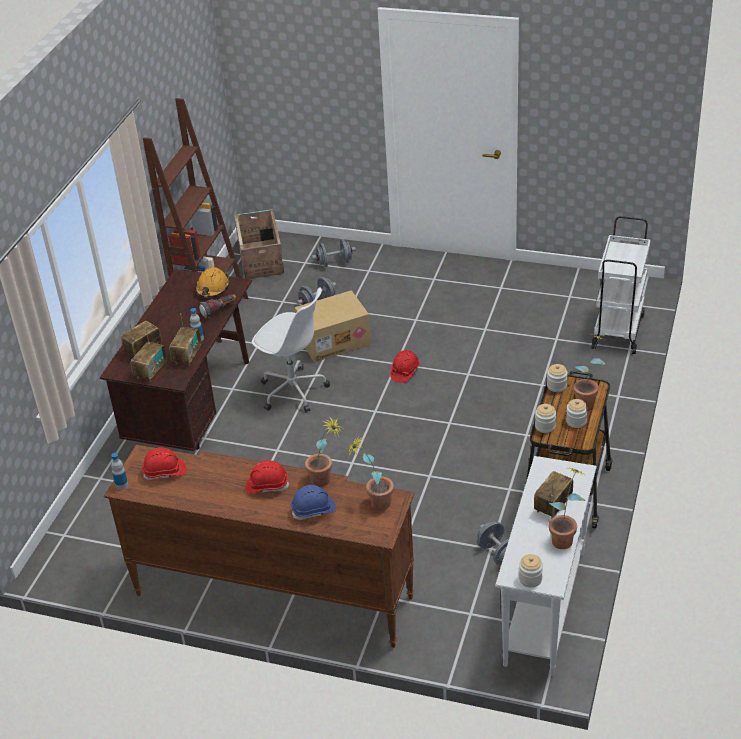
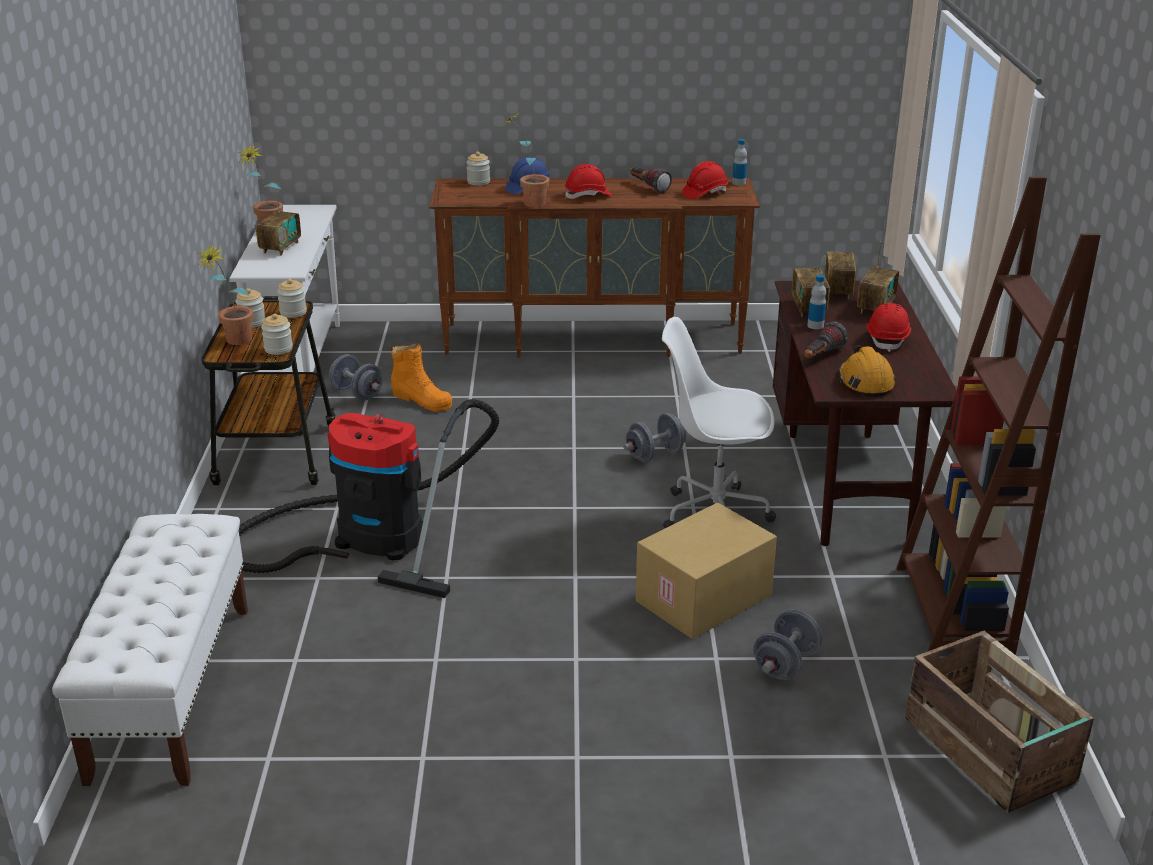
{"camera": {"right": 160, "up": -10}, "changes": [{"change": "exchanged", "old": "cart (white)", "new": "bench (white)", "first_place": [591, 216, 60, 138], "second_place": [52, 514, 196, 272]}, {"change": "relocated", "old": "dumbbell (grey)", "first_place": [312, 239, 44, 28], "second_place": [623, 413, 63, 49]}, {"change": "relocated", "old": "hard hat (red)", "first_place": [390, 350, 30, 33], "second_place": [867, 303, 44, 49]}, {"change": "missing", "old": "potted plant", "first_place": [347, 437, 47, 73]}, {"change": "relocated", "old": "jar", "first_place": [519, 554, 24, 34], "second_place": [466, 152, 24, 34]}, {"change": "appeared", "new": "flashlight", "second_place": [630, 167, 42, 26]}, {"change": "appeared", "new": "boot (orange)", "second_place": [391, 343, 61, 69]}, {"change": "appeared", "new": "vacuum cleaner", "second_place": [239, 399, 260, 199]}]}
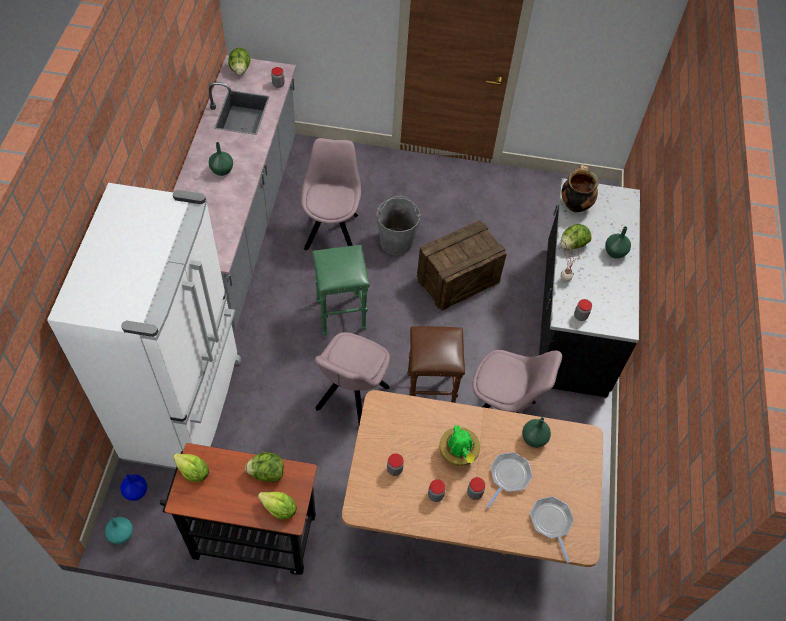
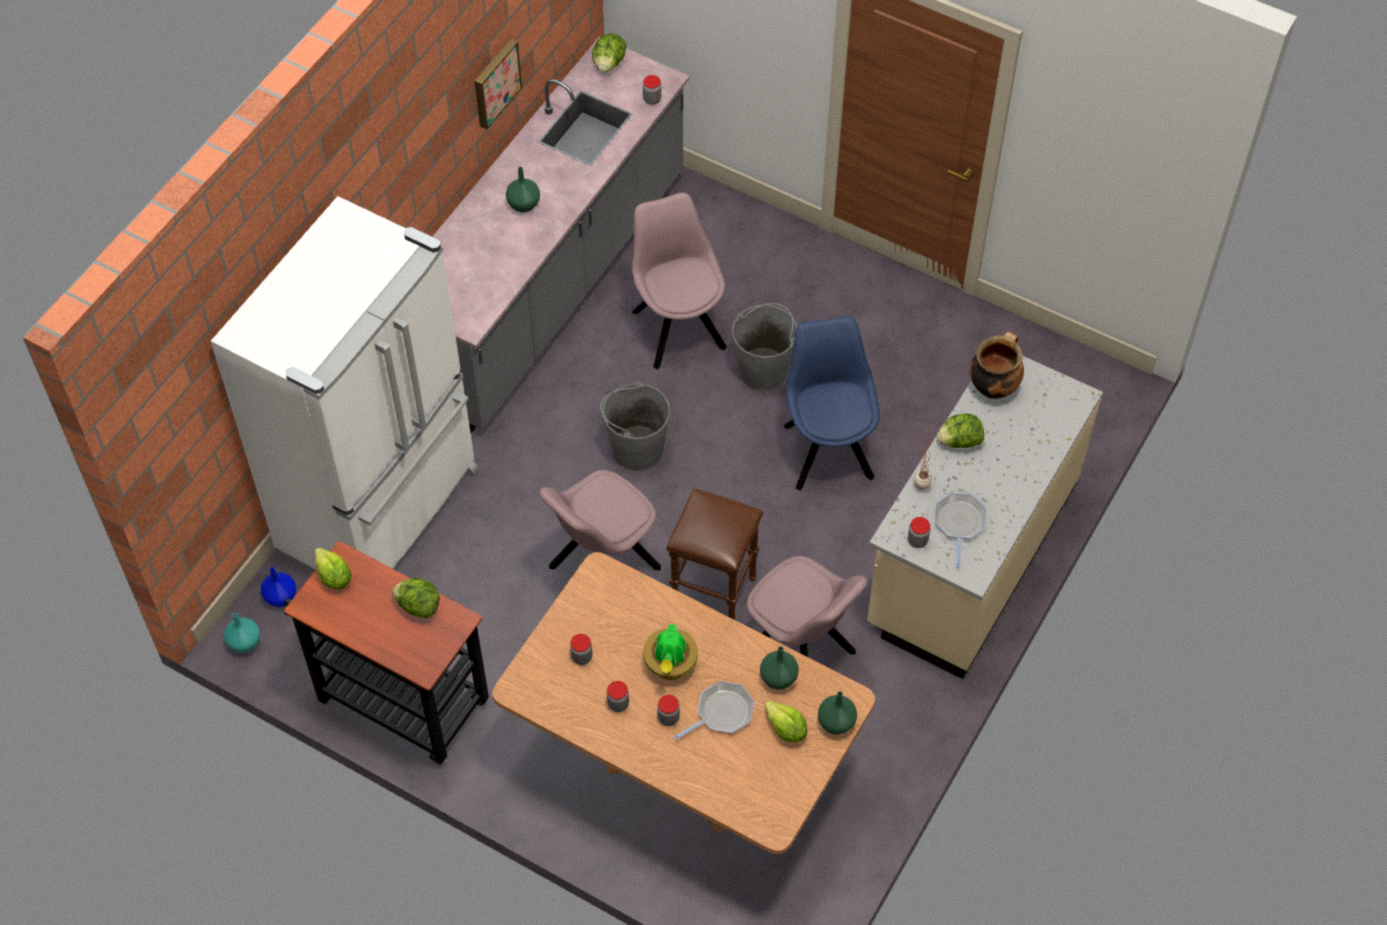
{"camera": {"right": 25, "up": 0}, "changes": [{"change": "spun", "old": "chair (pink)", "first_place": [301, 138, 60, 113], "second_place": [632, 193, 95, 176], "degrees": -45}, {"change": "colour", "old": "counter (black)", "new": "counter (beige)", "first_place": [539, 178, 101, 219], "second_place": [867, 356, 236, 323]}, {"change": "exchanged", "old": "crate", "new": "chair (blue)", "first_place": [417, 220, 90, 91], "second_place": [783, 316, 97, 175]}, {"change": "relocated", "old": "vase (green)", "first_place": [605, 226, 26, 33], "second_place": [818, 691, 39, 44]}, {"change": "exchanged", "old": "stool (green)", "new": "bucket (grey)", "first_place": [312, 245, 58, 91], "second_place": [600, 382, 70, 89]}, {"change": "relocated", "old": "lettuce", "first_place": [258, 492, 39, 27], "second_place": [764, 701, 44, 42]}, {"change": "relocated", "old": "frying pan", "first_place": [530, 496, 44, 67], "second_place": [934, 493, 53, 75]}, {"change": "appeared", "new": "picture", "second_place": [475, 39, 47, 91]}]}
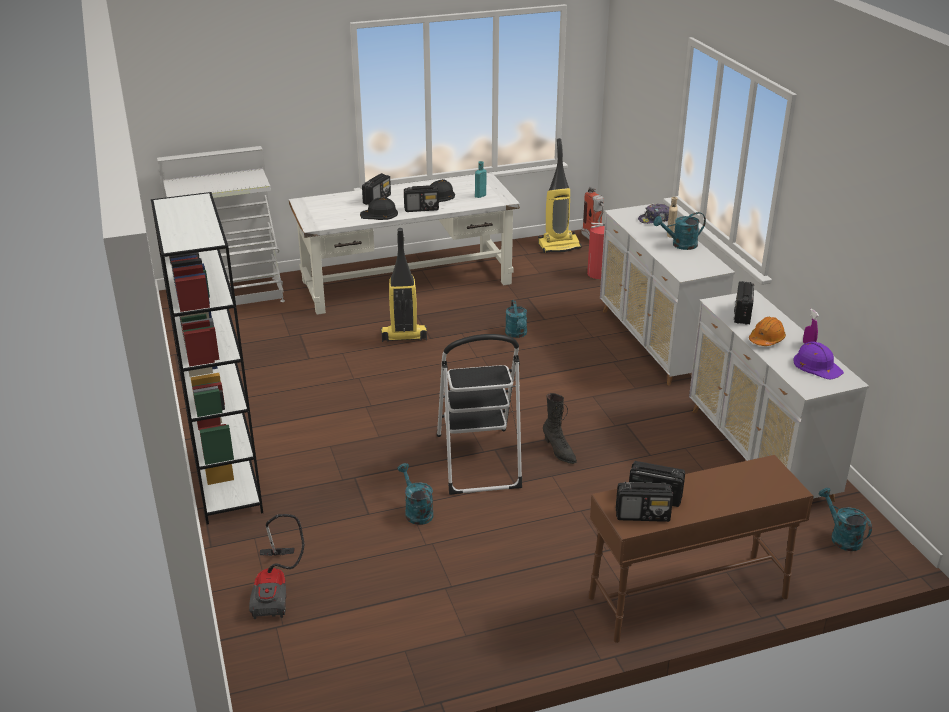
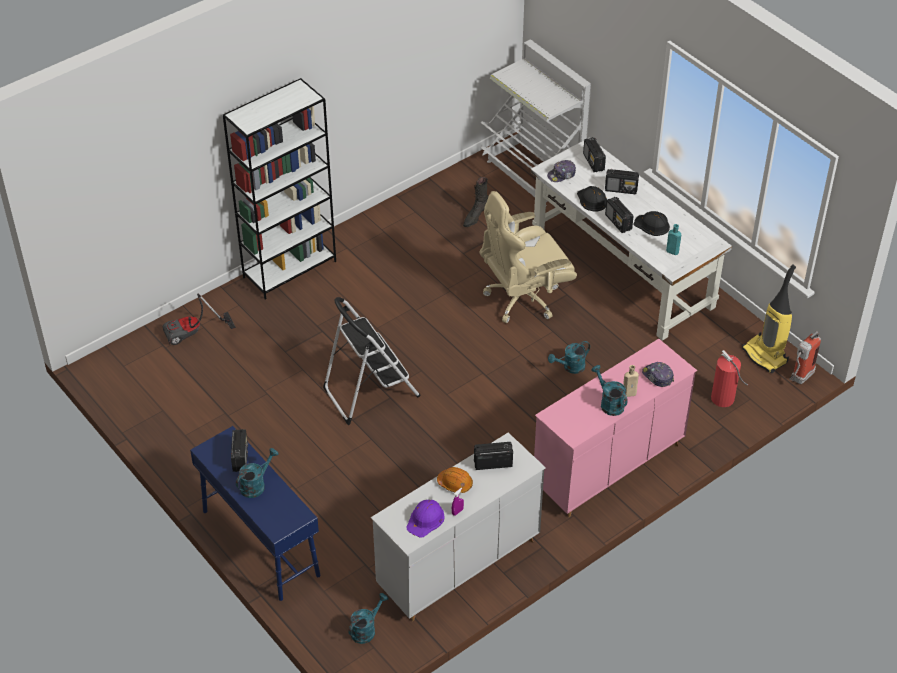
{"camera": {"right": 70, "up": 15}, "changes": [{"change": "colour", "old": "cabinet (white)", "new": "cabinet (pink)", "first_place": [600, 204, 135, 182], "second_place": [534, 339, 163, 179]}, {"change": "exchanged", "old": "vacuum cleaner", "new": "office chair (beige)", "first_place": [381, 228, 46, 114], "second_place": [480, 191, 97, 132]}, {"change": "relocated", "old": "boot (black)", "first_place": [543, 393, 34, 71], "second_place": [463, 177, 26, 50]}, {"change": "colour", "old": "console table (brown)", "new": "console table (blue)", "first_place": [588, 455, 226, 188], "second_place": [190, 426, 131, 175]}, {"change": "relocated", "old": "watering can (turquoise)", "first_place": [397, 463, 37, 62], "second_place": [236, 448, 43, 50]}, {"change": "relocated", "old": "radio", "first_place": [616, 481, 57, 41], "second_place": [583, 137, 23, 35]}, {"change": "appeared", "new": "cap", "second_place": [547, 160, 29, 22]}]}
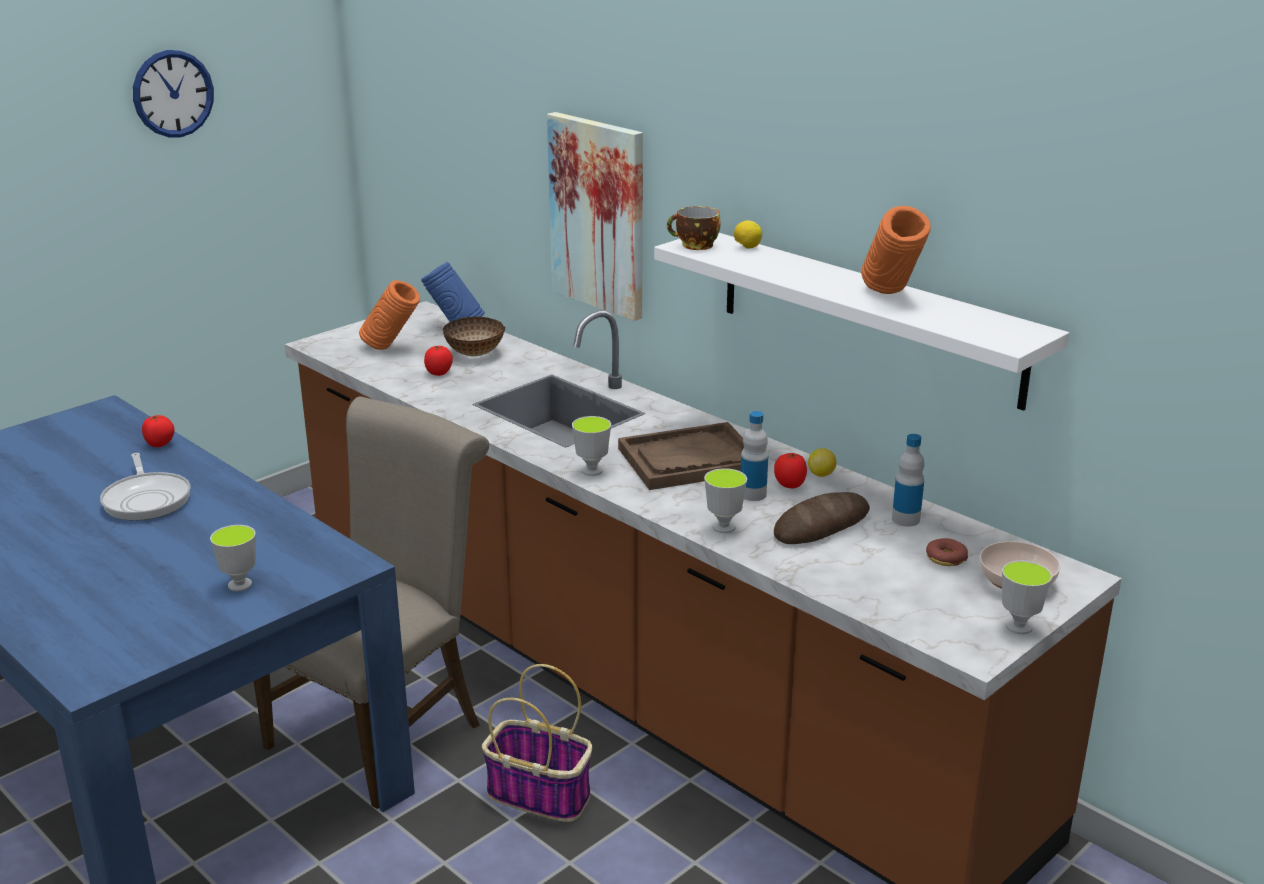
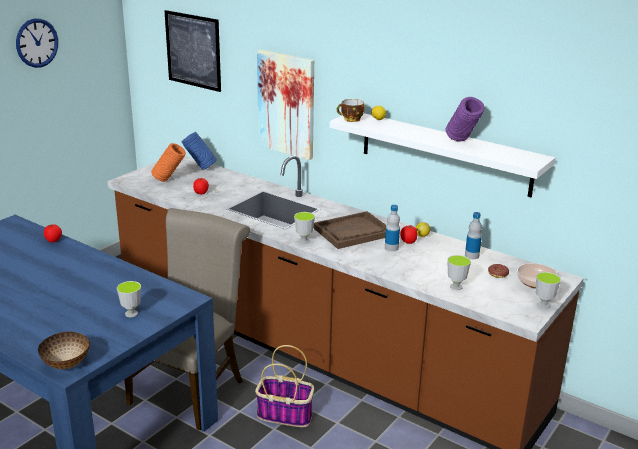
{"camera": {"right": -10, "up": 0}, "changes": [{"change": "colour", "old": "vase (orange)", "new": "vase (purple)", "first_place": [861, 206, 70, 88], "second_place": [446, 97, 38, 45]}, {"change": "relocated", "old": "bowl", "first_place": [443, 317, 62, 40], "second_place": [38, 332, 52, 37]}, {"change": "missing", "old": "frying pan", "first_place": [100, 453, 91, 68]}, {"change": "relocated", "old": "cup", "first_place": [704, 468, 43, 65], "second_place": [447, 255, 24, 35]}, {"change": "missing", "old": "bread", "first_place": [774, 492, 96, 52]}, {"change": "appeared", "new": "picture", "second_place": [165, 10, 56, 82]}]}
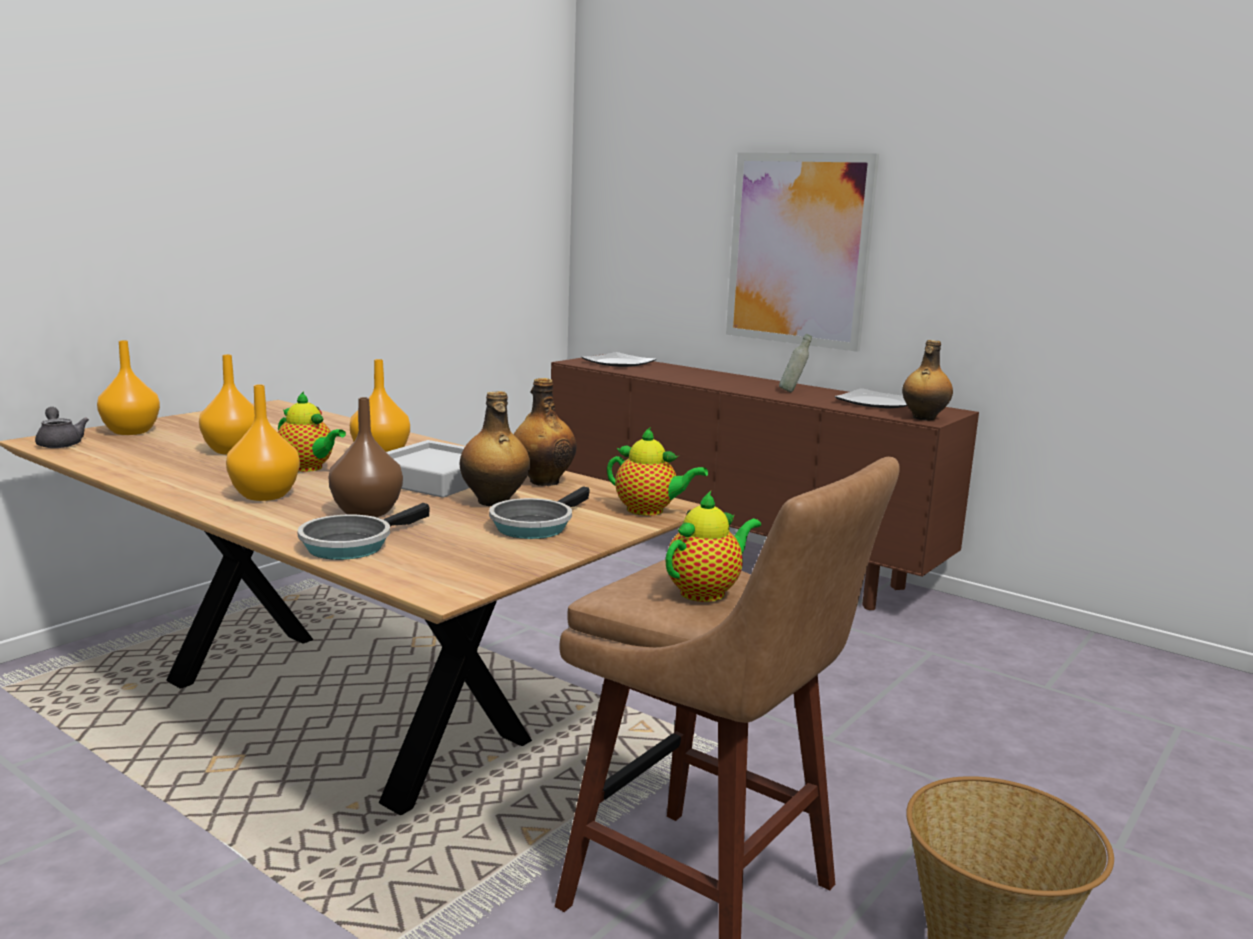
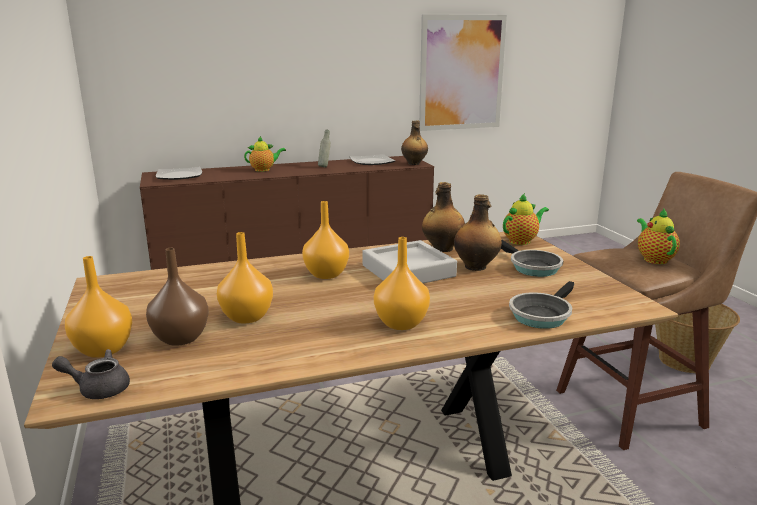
{"camera": {"right": -55, "up": 5}, "changes": [{"change": "relocated", "old": "picture", "first_place": [726, 152, 153, 200], "second_place": [419, 14, 88, 117]}, {"change": "relocated", "old": "teapot", "first_place": [278, 391, 68, 81], "second_place": [244, 136, 42, 36]}, {"change": "relocated", "old": "vase (brown)", "first_place": [329, 397, 74, 120], "second_place": [146, 248, 63, 98]}, {"change": "spun", "old": "frying pan", "first_place": [298, 503, 132, 57], "second_place": [509, 281, 65, 48], "degrees": 60}]}
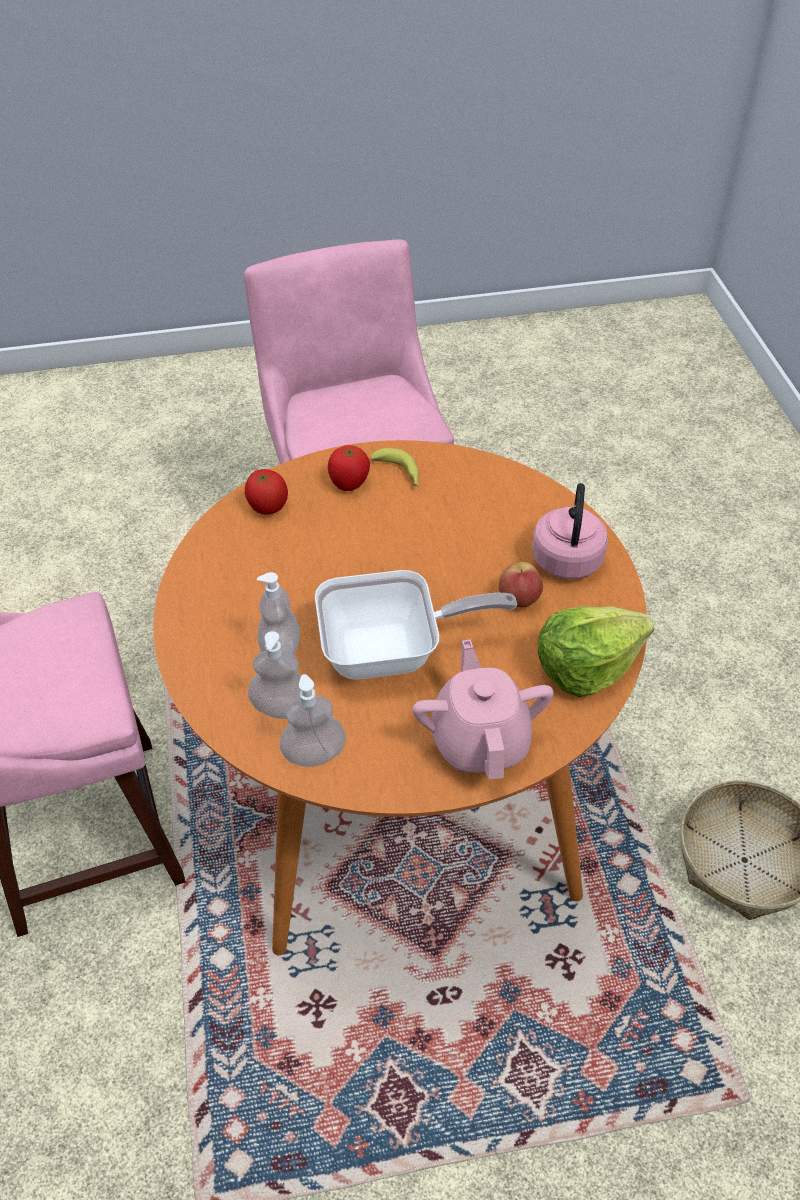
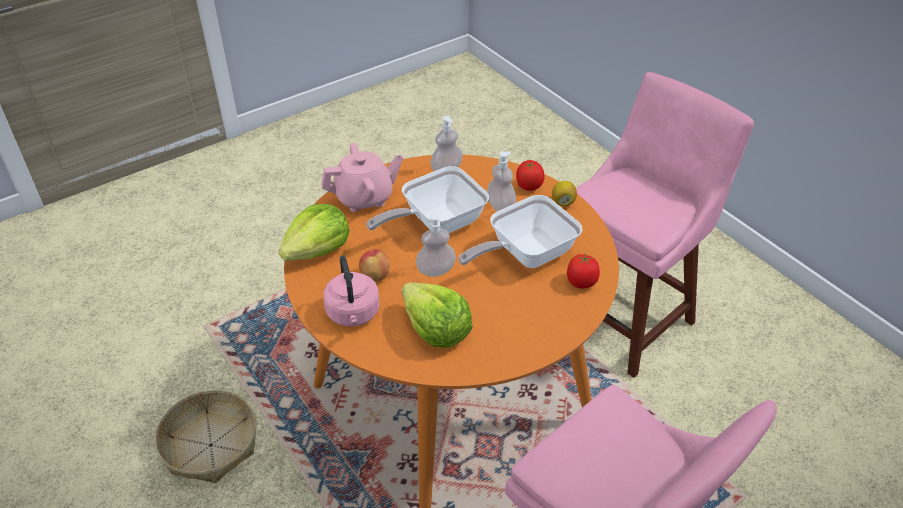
{"camera": {"right": 155, "up": -5}, "changes": [{"change": "relocated", "old": "tomato", "first_place": [328, 445, 42, 46], "second_place": [516, 160, 29, 31]}, {"change": "missing", "old": "banana", "first_place": [371, 448, 48, 38]}, {"change": "relocated", "old": "soap dispenser", "first_place": [248, 631, 53, 88], "second_place": [416, 212, 40, 65]}, {"change": "spun", "old": "teapot (pink)", "first_place": [413, 639, 141, 140], "second_place": [321, 143, 82, 69], "degrees": -75}, {"change": "appeared", "new": "lemon", "second_place": [552, 181, 25, 25]}, {"change": "appeared", "new": "frying pan", "second_place": [458, 195, 125, 73]}, {"change": "appeared", "new": "lettuce", "second_place": [401, 283, 72, 65]}]}
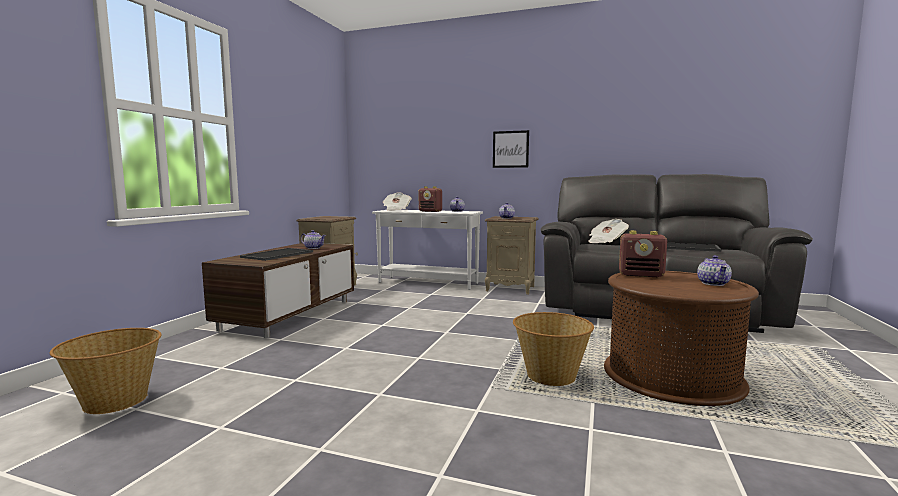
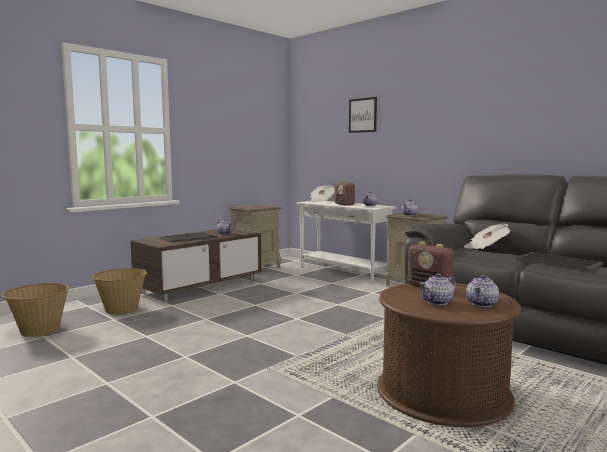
{"camera": {"right": 25, "up": 0}, "changes": [{"change": "relocated", "old": "picture", "first_place": [493, 130, 36, 38], "second_place": [349, 97, 28, 36]}, {"change": "relocated", "old": "basket", "first_place": [513, 312, 81, 74], "second_place": [92, 268, 55, 47]}, {"change": "appeared", "new": "teapot", "second_place": [419, 273, 37, 32]}]}
